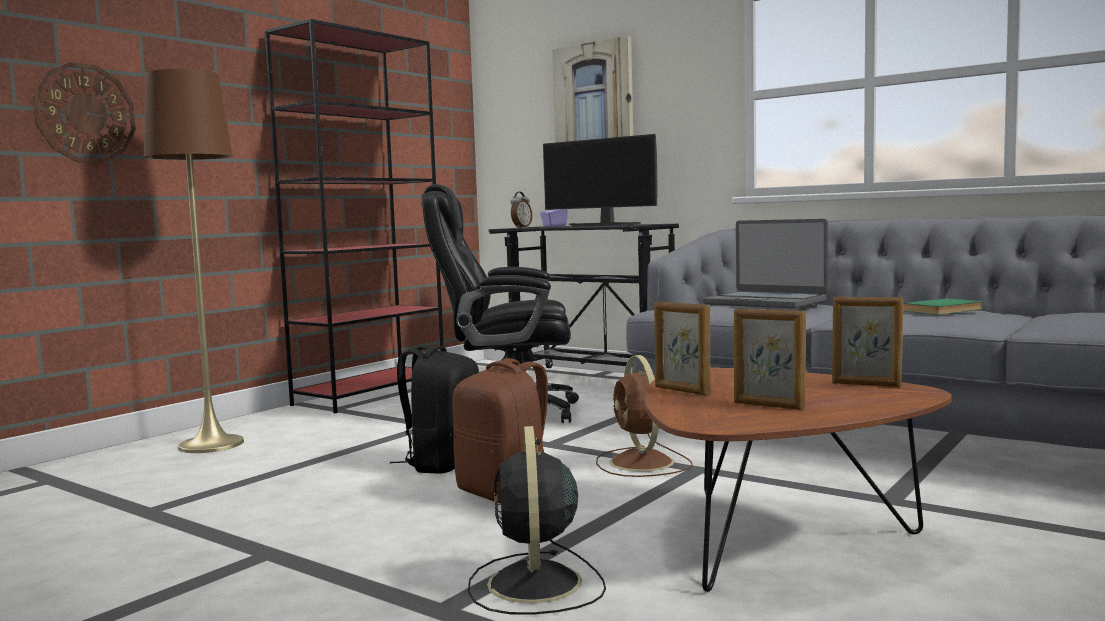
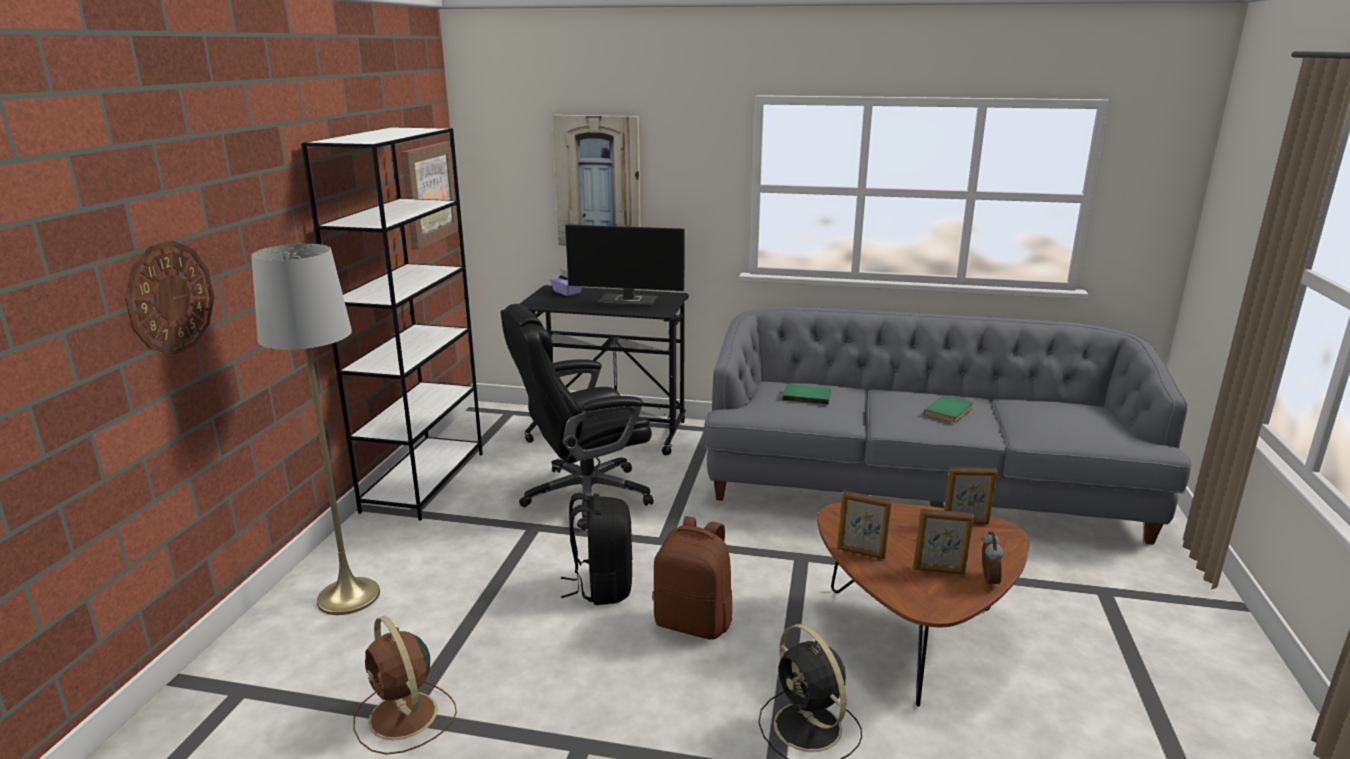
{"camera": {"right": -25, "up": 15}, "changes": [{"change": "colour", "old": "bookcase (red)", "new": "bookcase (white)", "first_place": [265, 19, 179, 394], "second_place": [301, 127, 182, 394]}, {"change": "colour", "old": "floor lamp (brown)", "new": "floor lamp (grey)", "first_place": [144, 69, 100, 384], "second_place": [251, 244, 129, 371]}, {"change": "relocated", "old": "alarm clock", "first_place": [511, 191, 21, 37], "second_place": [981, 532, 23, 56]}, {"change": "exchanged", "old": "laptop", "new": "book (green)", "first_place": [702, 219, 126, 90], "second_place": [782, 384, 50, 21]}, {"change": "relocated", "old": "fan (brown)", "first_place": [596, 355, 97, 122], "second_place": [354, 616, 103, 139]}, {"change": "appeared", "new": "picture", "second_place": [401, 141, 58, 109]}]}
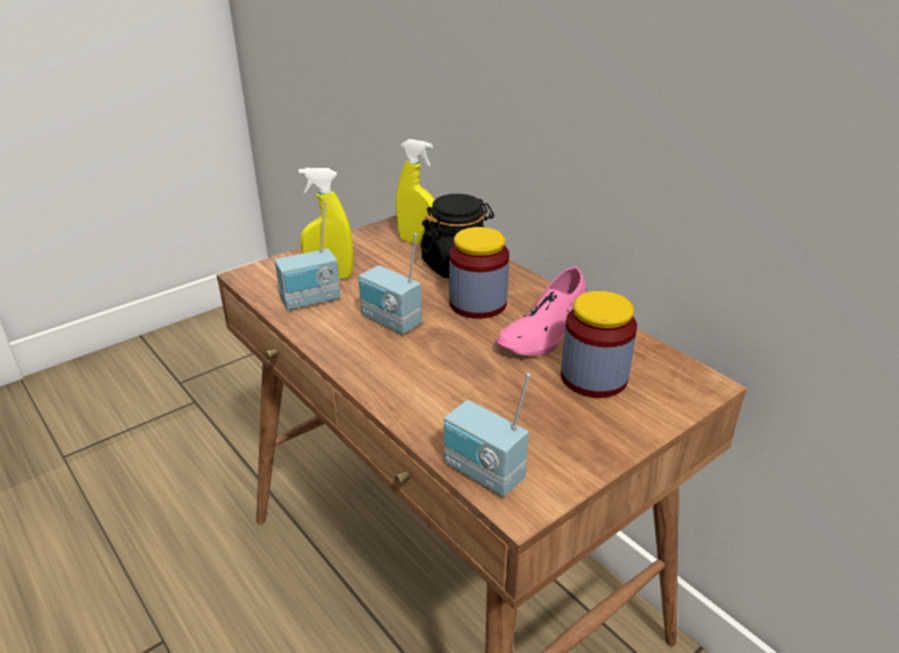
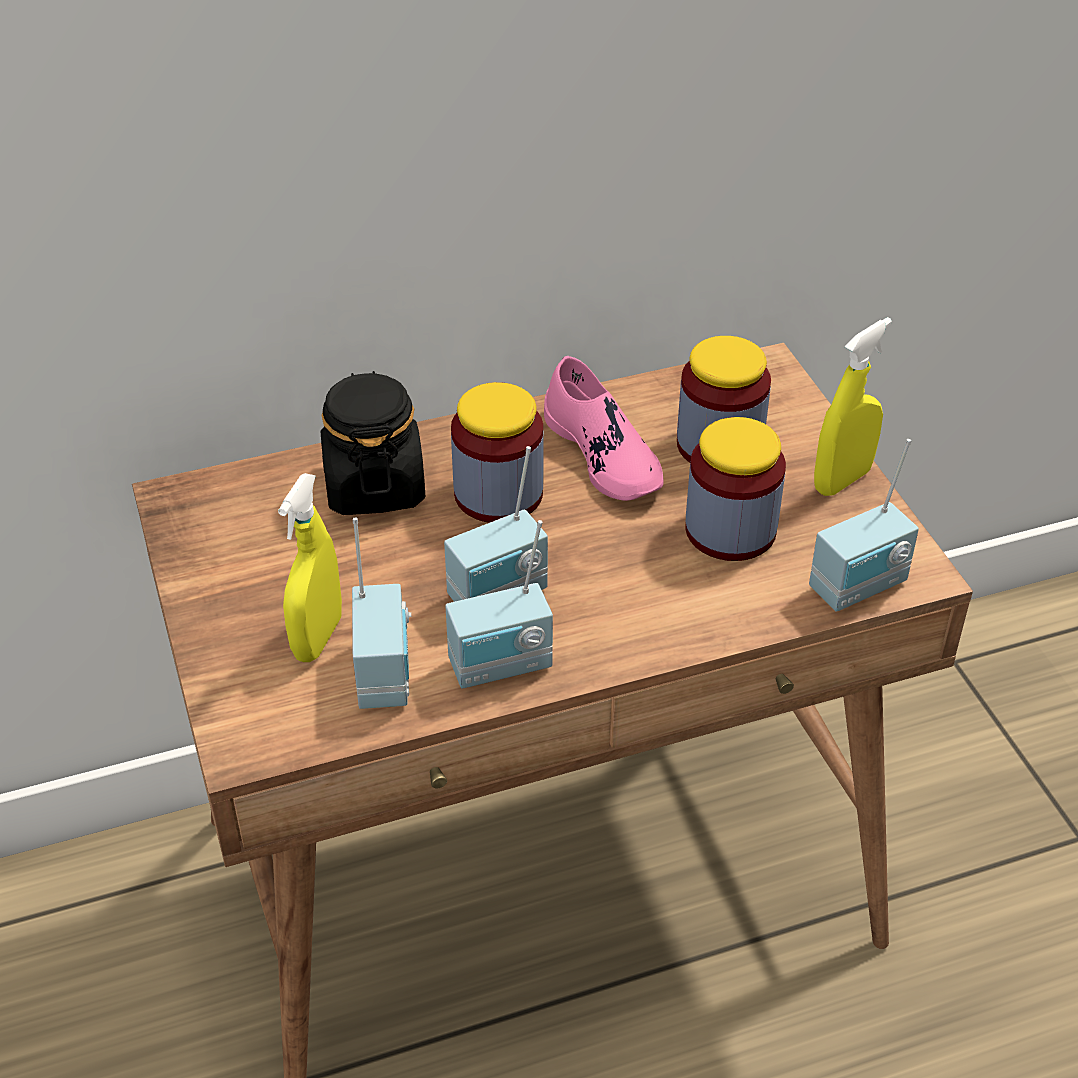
{"camera": {"right": -70, "up": 10}, "changes": [{"change": "relocated", "old": "spray bottle (yellow)", "first_place": [396, 139, 39, 106], "second_place": [814, 317, 78, 179]}, {"change": "appeared", "new": "jar", "second_place": [685, 417, 101, 144]}, {"change": "appeared", "new": "radio", "second_place": [445, 520, 108, 168]}]}
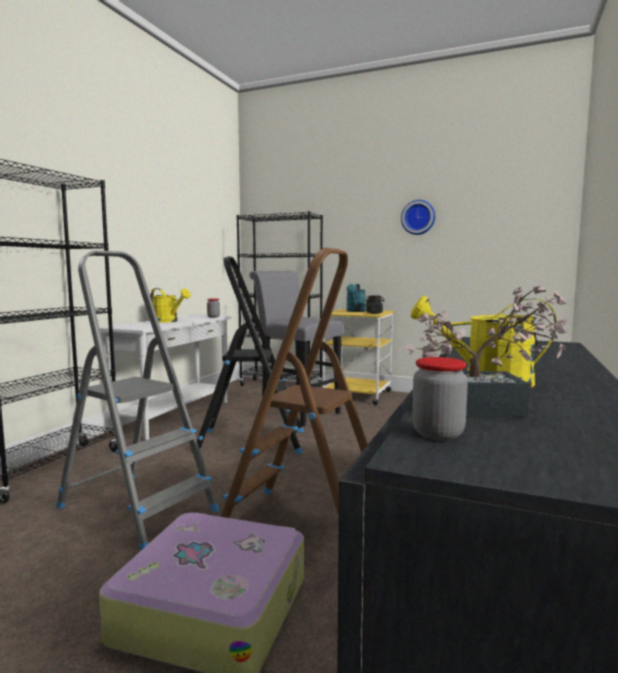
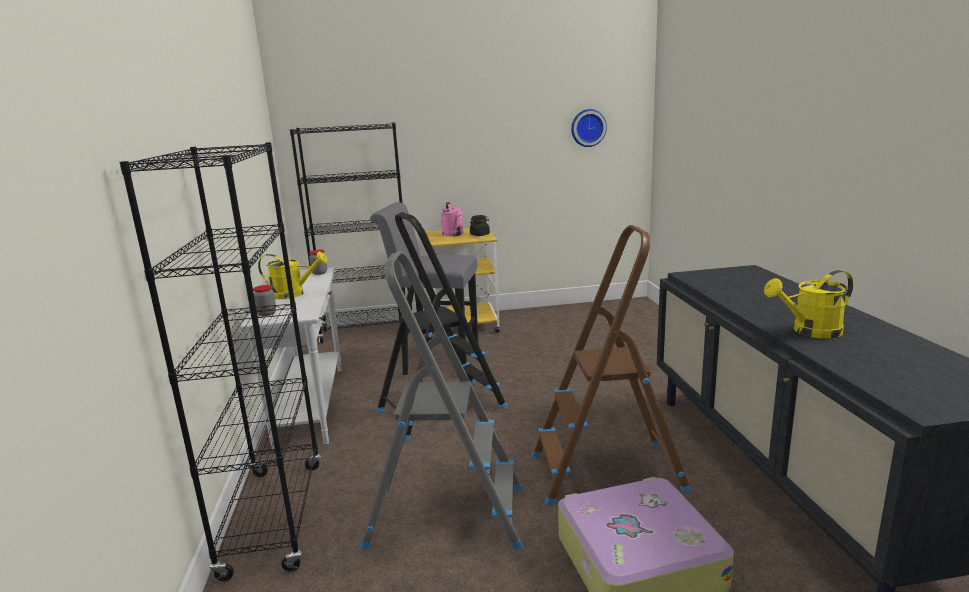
{"camera": {"right": -30, "up": 10}, "changes": [{"change": "relocated", "old": "wall clock", "first_place": [401, 200, 34, 35], "second_place": [571, 109, 36, 38]}, {"change": "colour", "old": "watering can (turquoise)", "new": "watering can (pink)", "first_place": [346, 284, 20, 28], "second_place": [440, 202, 24, 34]}, {"change": "missing", "old": "potted plant", "first_place": [404, 285, 163, 132]}, {"change": "relocated", "old": "jar", "first_place": [412, 357, 56, 84], "second_place": [253, 285, 23, 31]}]}
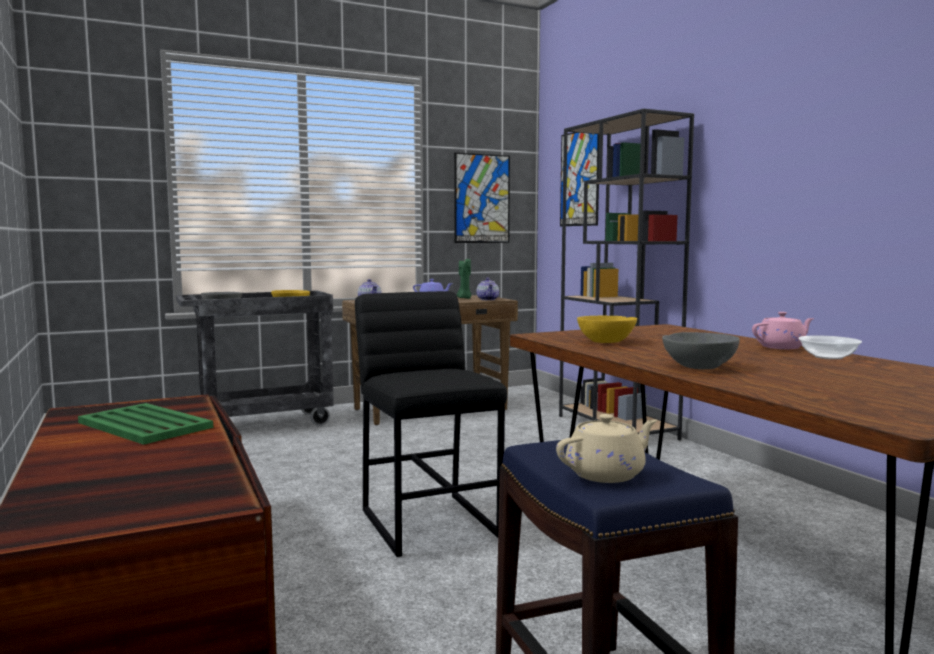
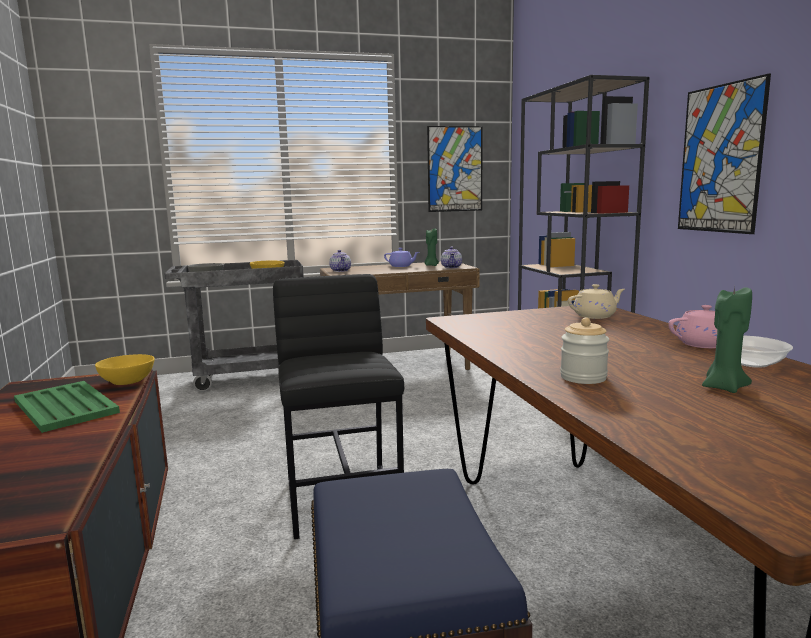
{"camera": {"right": 10, "up": 5}, "changes": [{"change": "relocated", "old": "picture", "first_place": [560, 132, 39, 94], "second_place": [678, 73, 93, 161]}, {"change": "relocated", "old": "bowl (yellow)", "first_place": [577, 315, 60, 28], "second_place": [95, 354, 60, 31]}, {"change": "exchanged", "old": "bowl (grey)", "new": "jar", "first_place": [662, 332, 78, 37], "second_place": [560, 318, 49, 66]}, {"change": "relocated", "old": "teapot (beige)", "first_place": [556, 414, 101, 69], "second_place": [568, 284, 57, 35]}, {"change": "appeared", "new": "candle (green)", "second_place": [702, 287, 50, 106]}]}
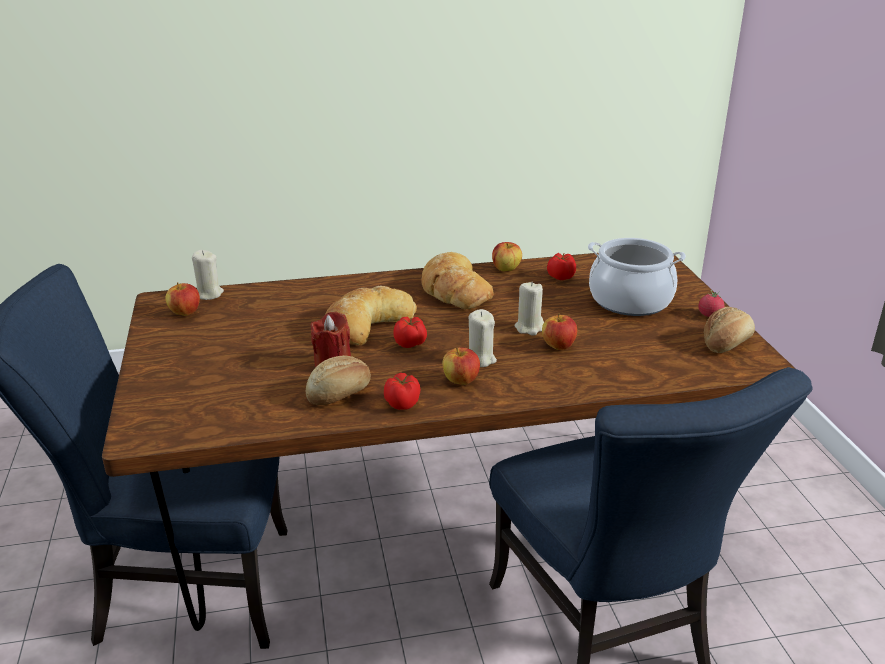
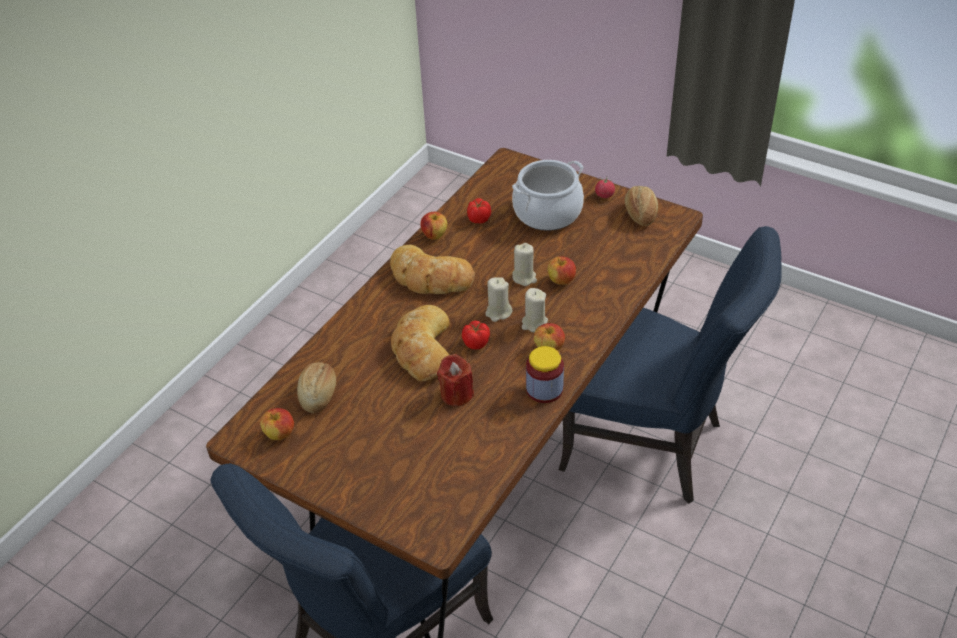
{"camera": {"right": -45, "up": 15}, "changes": [{"change": "relocated", "old": "candle (beige)", "first_place": [192, 250, 32, 50], "second_place": [485, 277, 27, 45]}, {"change": "relocated", "old": "bread", "first_place": [305, 355, 66, 50], "second_place": [297, 362, 39, 51]}, {"change": "exchanged", "old": "tomato", "new": "jar", "first_place": [384, 373, 36, 37], "second_place": [526, 346, 38, 57]}]}
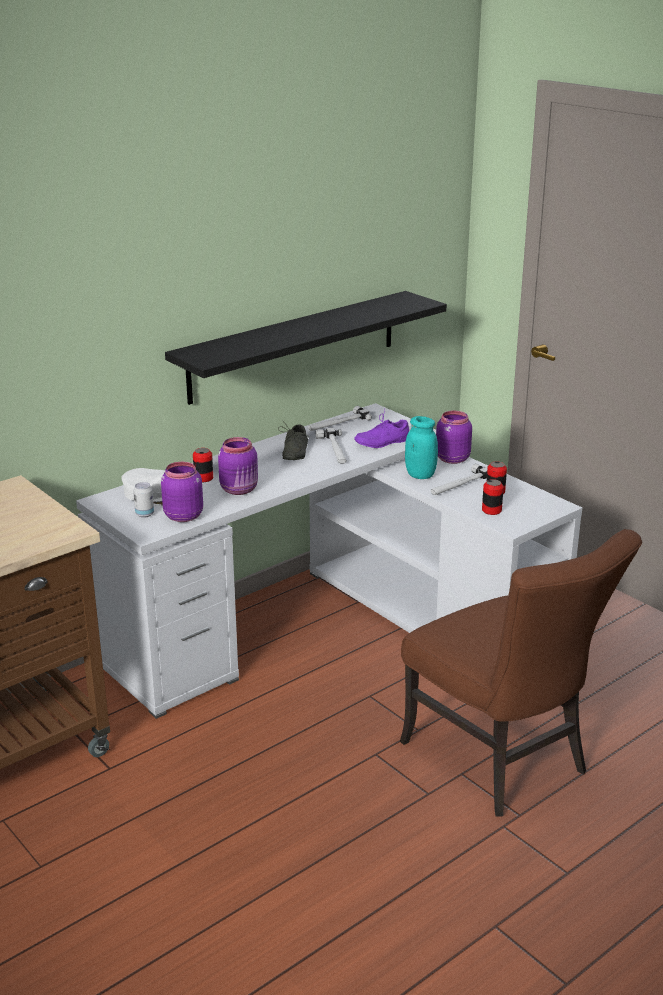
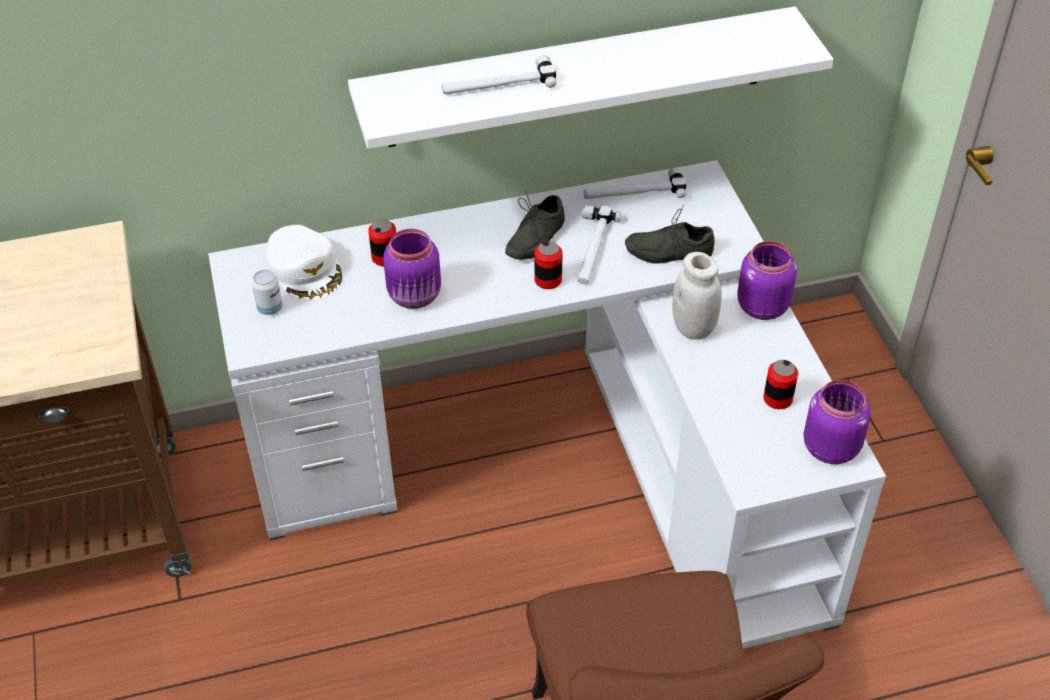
{"camera": {"right": 25, "up": 20}, "changes": [{"change": "colour", "old": "shelf (black)", "new": "shelf (white)", "first_place": [165, 291, 282, 114], "second_place": [348, 6, 485, 143]}, {"change": "colour", "old": "shoe (purple)", "new": "shoe (grey)", "first_place": [354, 409, 55, 39], "second_place": [625, 205, 90, 59]}, {"change": "colour", "old": "jar (turquoise)", "new": "jar (white)", "first_place": [405, 416, 33, 63], "second_place": [672, 252, 50, 88]}, {"change": "relocated", "old": "jar (purple)", "first_place": [161, 462, 42, 60], "second_place": [803, 380, 68, 84]}, {"change": "relocated", "old": "hammer", "first_place": [431, 464, 56, 31], "second_place": [442, 55, 114, 39]}, {"change": "relocated", "old": "can", "first_place": [482, 479, 22, 36], "second_place": [534, 241, 29, 48]}]}
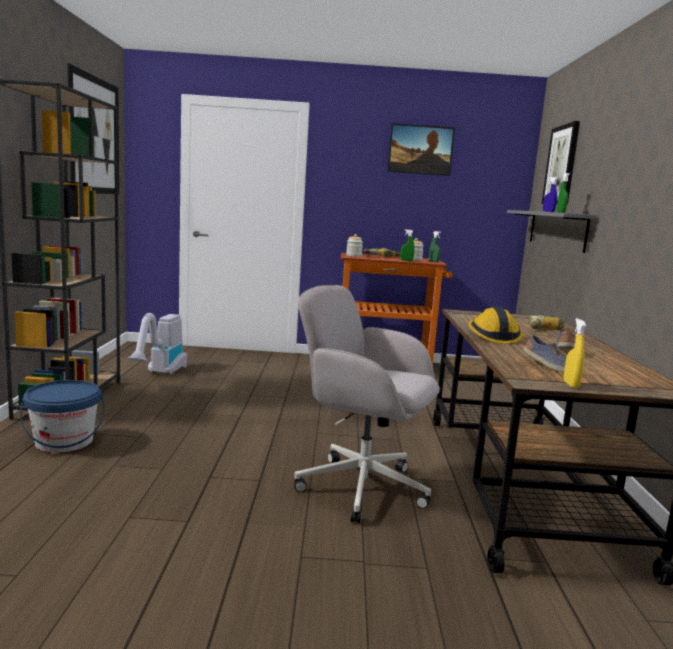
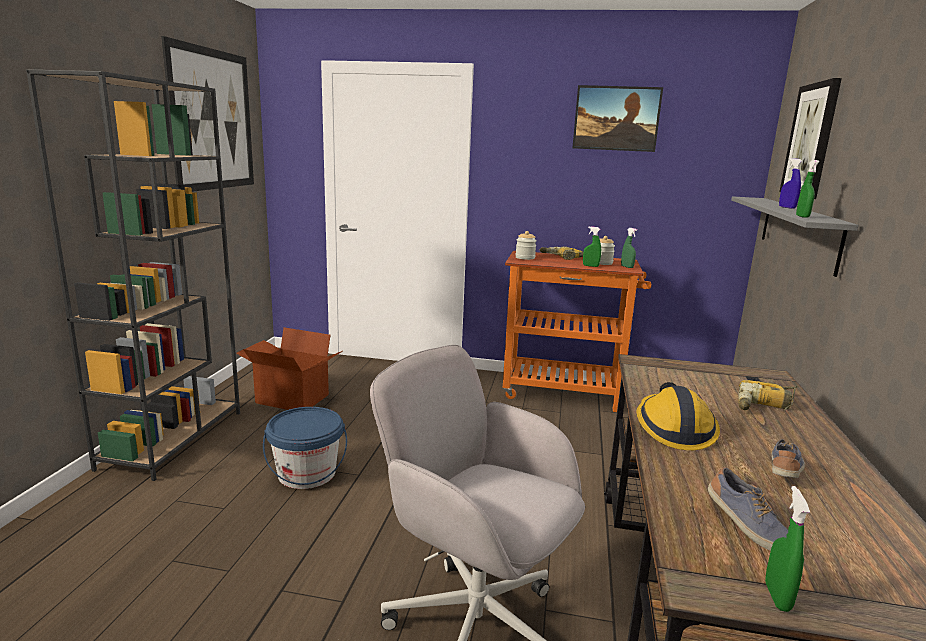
{"camera": {"right": 10, "up": 5}, "changes": [{"change": "exchanged", "old": "vacuum cleaner", "new": "cardboard box", "first_place": [128, 313, 59, 62], "second_place": [236, 327, 107, 83]}, {"change": "colour", "old": "spray bottle (yellow)", "new": "spray bottle (green)", "first_place": [564, 318, 22, 70], "second_place": [765, 486, 45, 126]}, {"change": "relocated", "old": "bucket (blue)", "first_place": [20, 380, 85, 73], "second_place": [263, 407, 84, 82]}]}
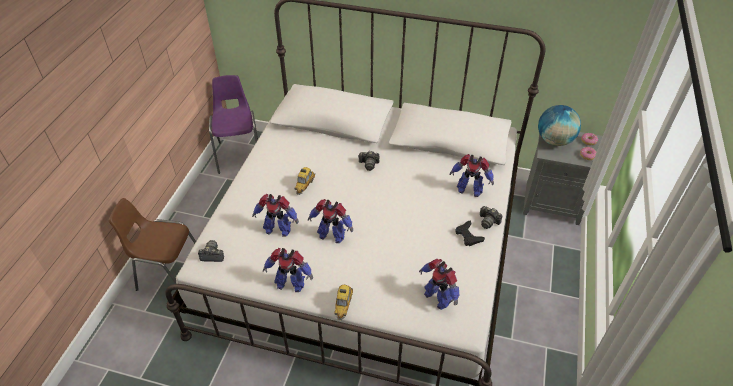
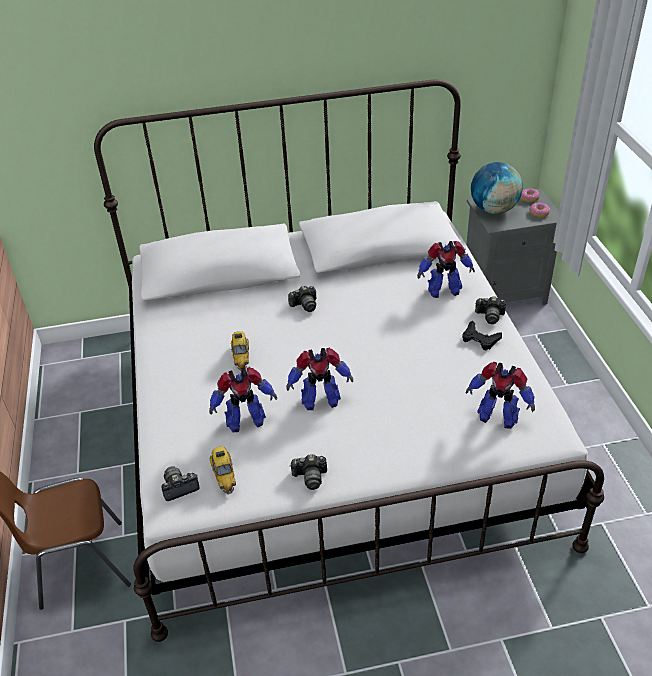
{"camera": {"right": -25, "up": -5}, "changes": [{"change": "missing", "old": "chair (purple)", "first_place": [209, 75, 49, 99]}, {"change": "exchanged", "old": "toy robot", "new": "photo camera", "first_place": [263, 248, 50, 44], "second_place": [290, 454, 37, 36]}, {"change": "relocated", "old": "toy car", "first_place": [334, 285, 19, 35], "second_place": [210, 447, 26, 47]}]}
